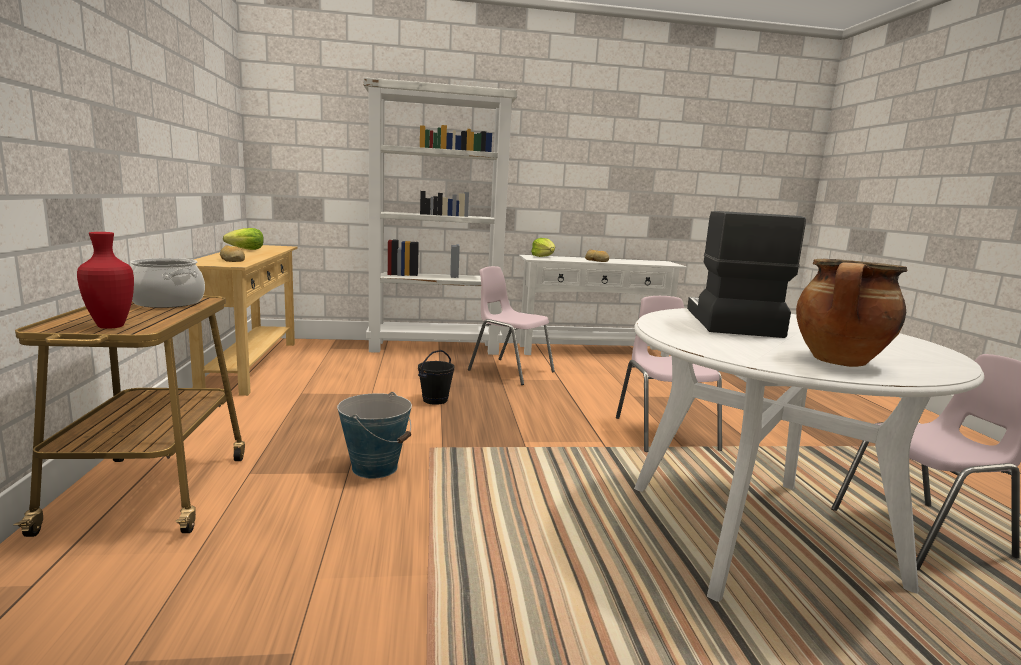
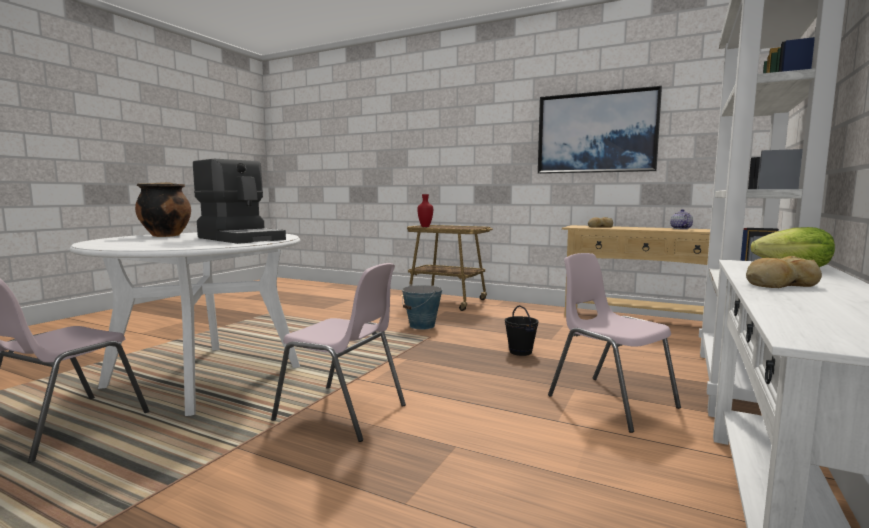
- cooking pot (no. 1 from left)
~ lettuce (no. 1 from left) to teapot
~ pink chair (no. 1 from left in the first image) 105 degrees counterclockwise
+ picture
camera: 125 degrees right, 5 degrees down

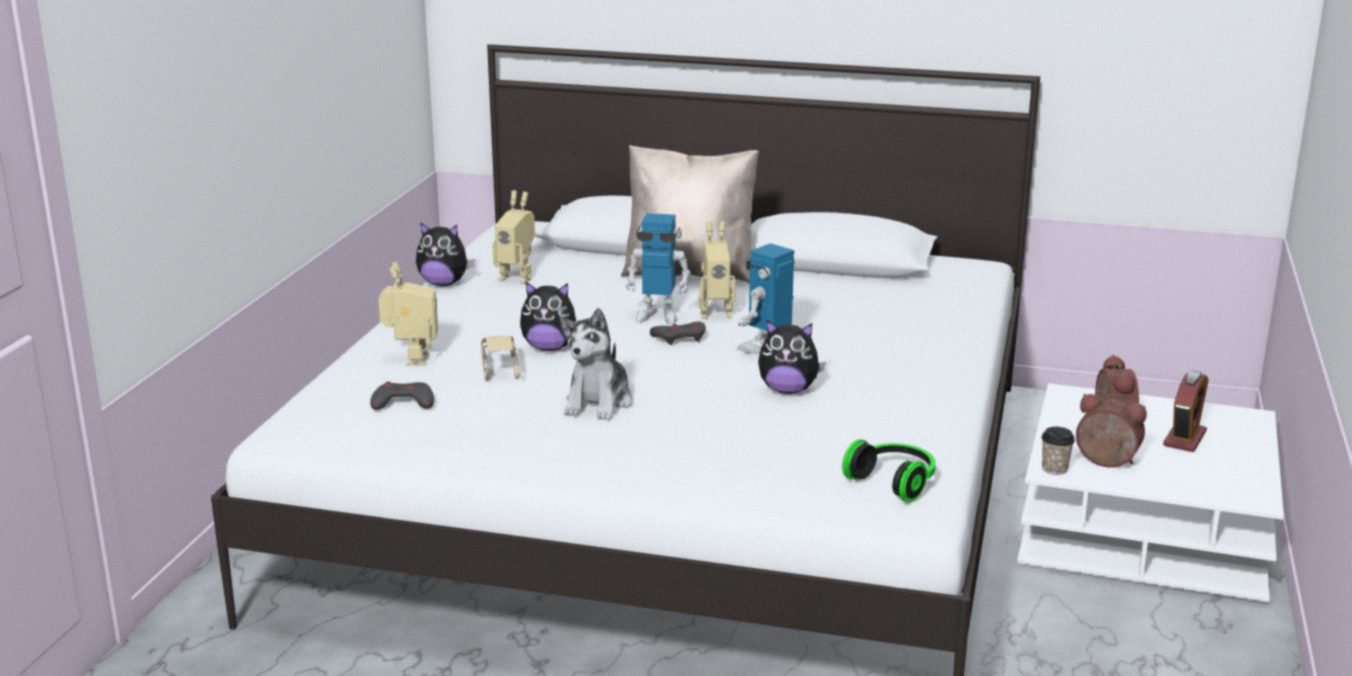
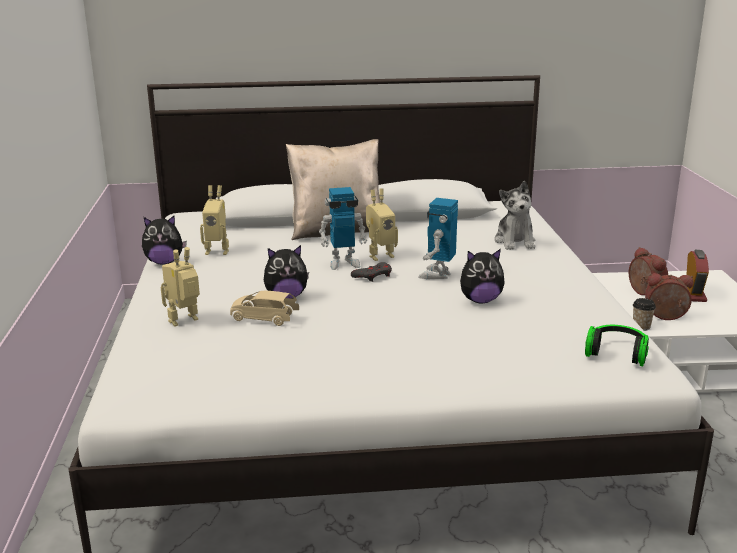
- grey game controller (no. 1 from left)
~ toy robot (no. 1 from left) 105 degrees counterclockwise
~ beige toy car 45 degrees counterclockwise
~ plush toy (no. 3 from left in the first image) to plush toy (no. 4 from left)
camera: 20 degrees left, 0 degrees up

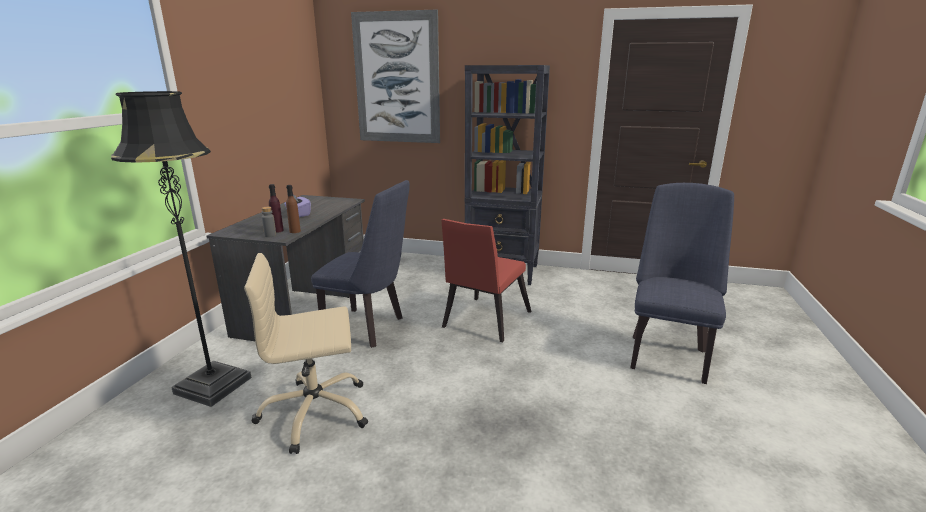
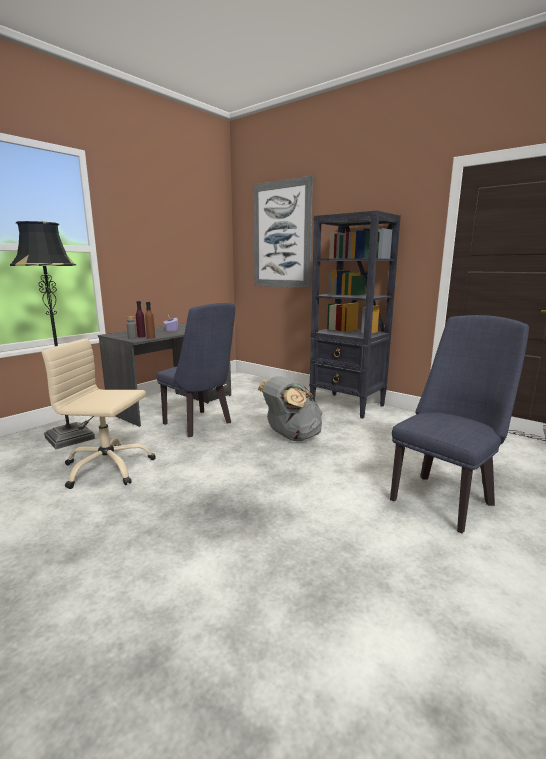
~ red chair to grey backpack
camera: 25 degrees right, 5 degrees down

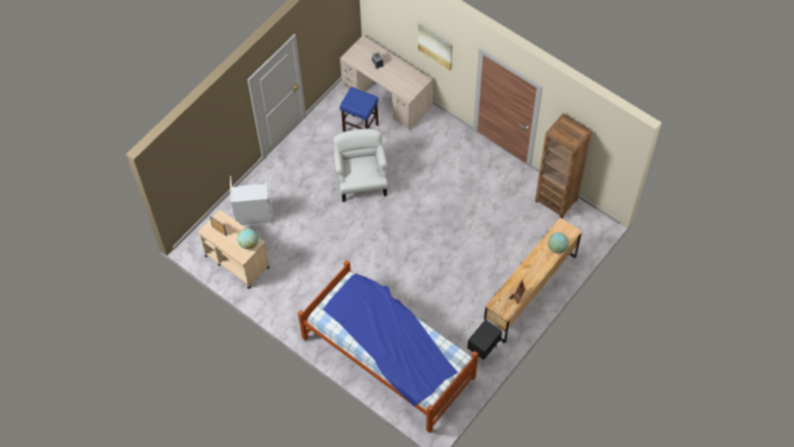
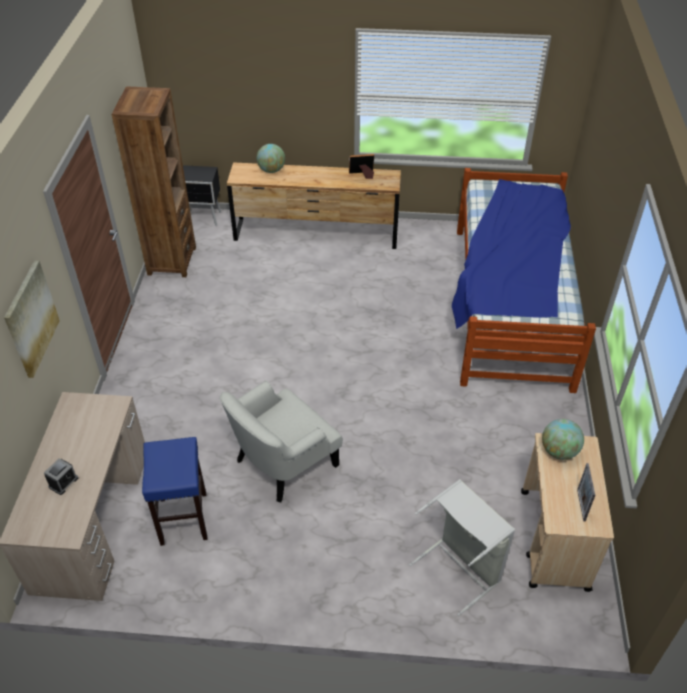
~ black nightstand
camera: 125 degrees left, 15 degrees down

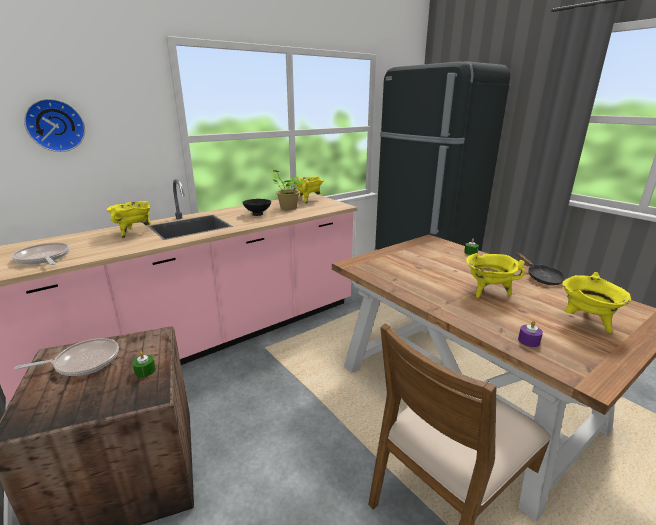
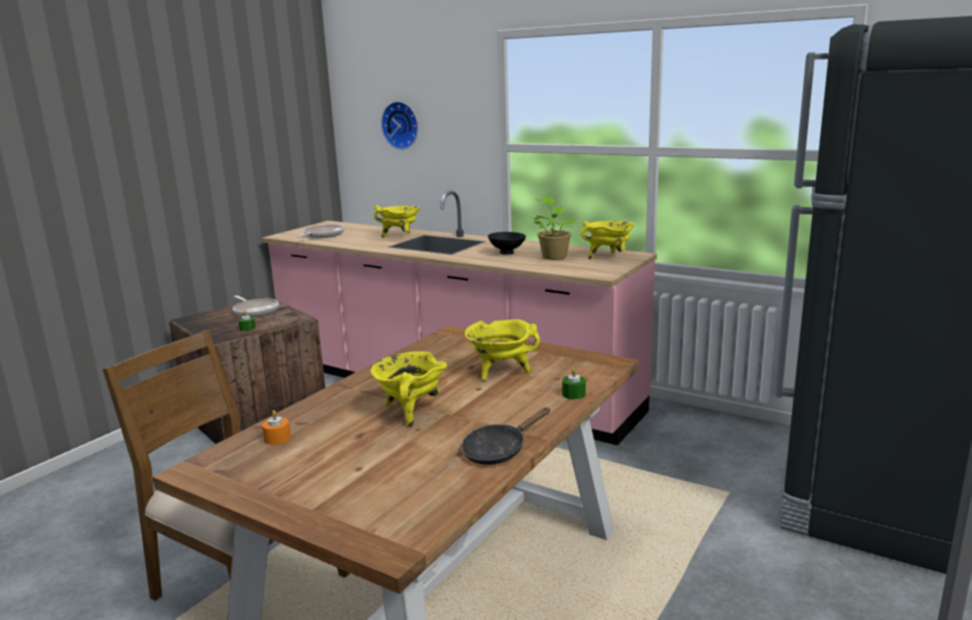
~ purple candle to orange candle
~ yellow cooking pot (no. 4 from left in the first image) to yellow cooking pot (no. 3 from left)
camera: 70 degrees right, 5 degrees down

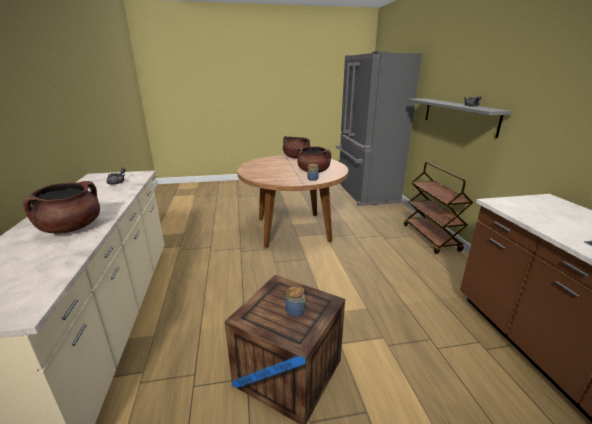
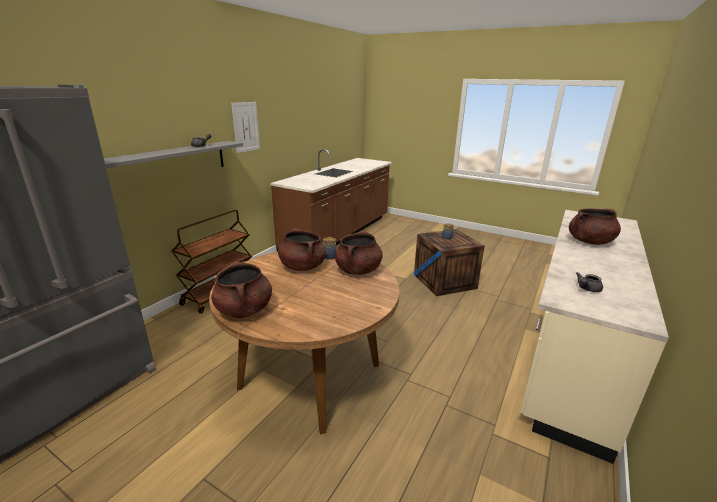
+ picture
+ brown cooking pot (no. 3 from left)
camera: 140 degrees left, 0 degrees up

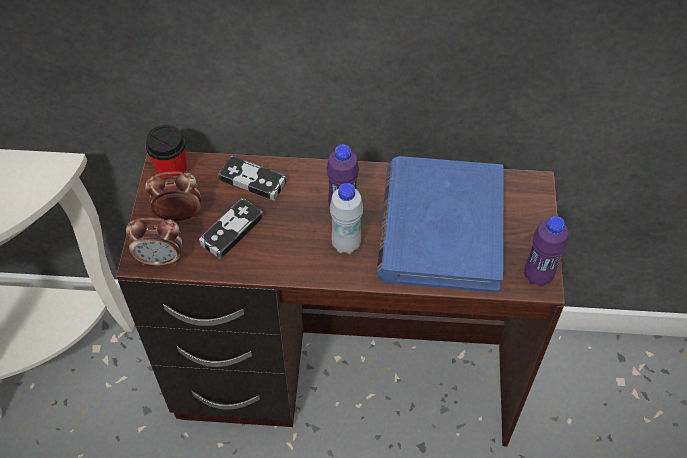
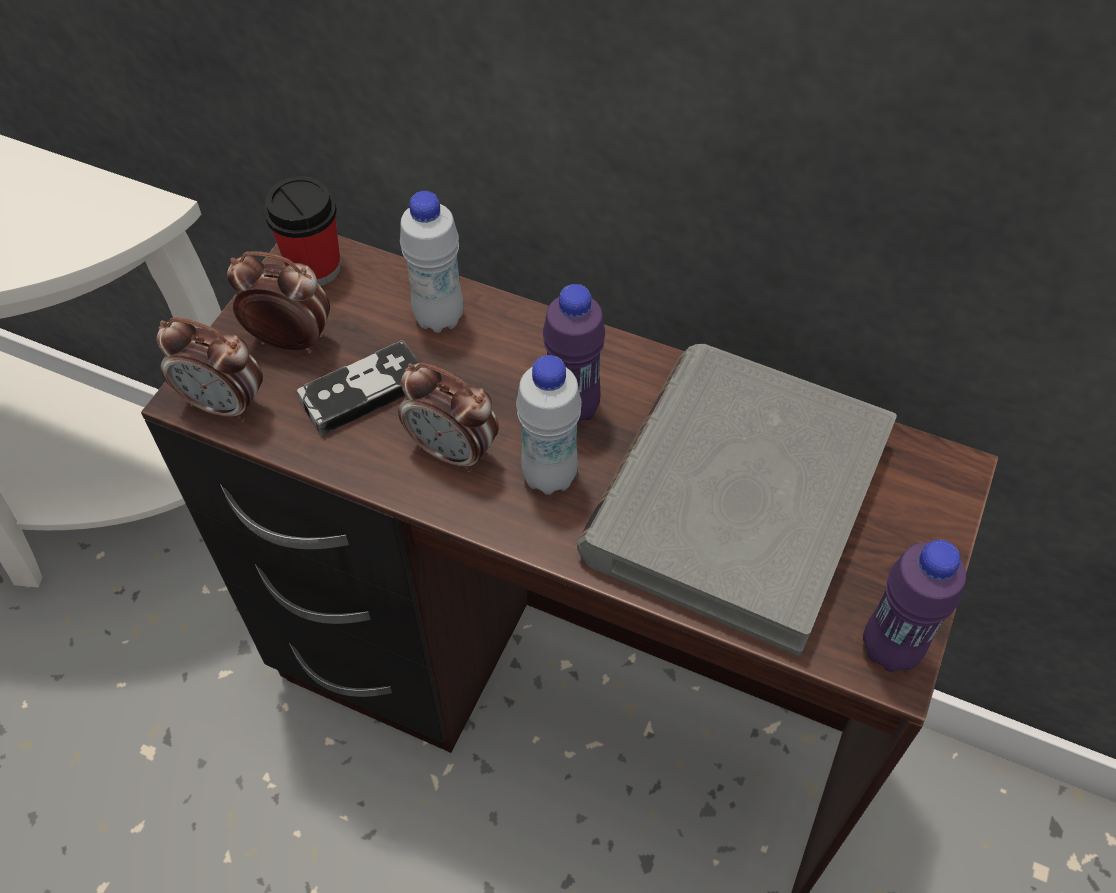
~ game controller (no. 2 from left) to white bottle (no. 1 from left)
~ blue book to grey book
+ alarm clock (no. 3 from left)
camera: 20 degrees right, 0 degrees up

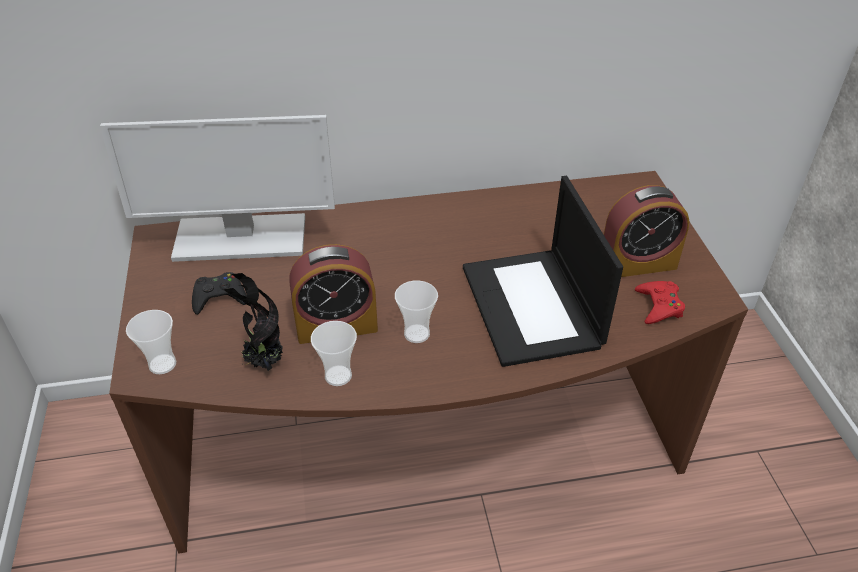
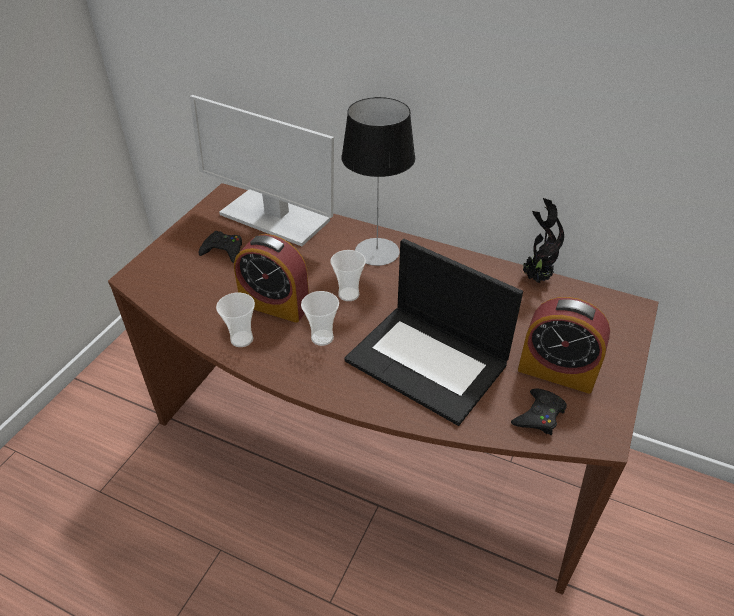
~ cup (no. 1 from left in the first image) to cup (no. 3 from left)
~ potted plant
~ laptop 75 degrees counterclockwise
~ red game controller to black game controller (no. 2 from left)
+ table lamp
camera: 35 degrees right, 0 degrees up

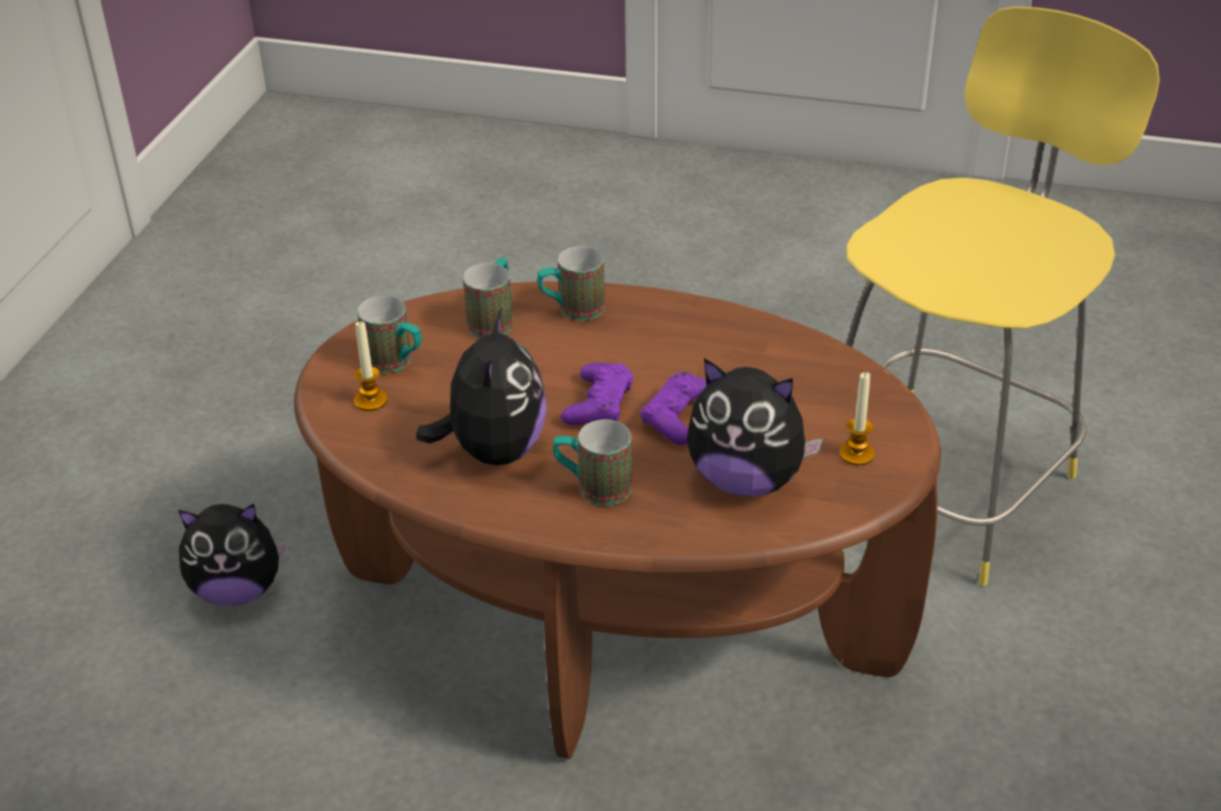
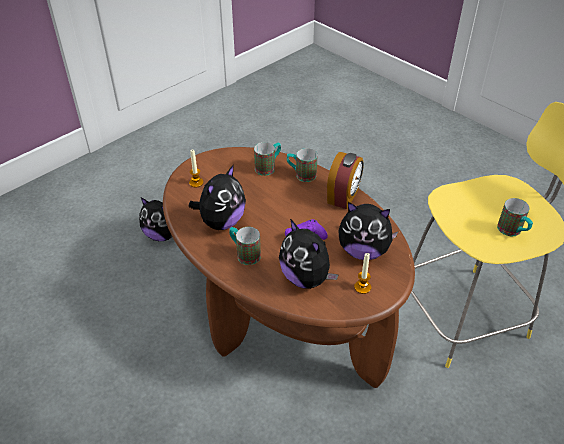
~ mug (no. 1 from left in the first image) to mug (no. 4 from left)
- purple game controller (no. 1 from left)
+ alarm clock
+ plush toy (no. 4 from left)
camera: 30 degrees right, 5 degrees up

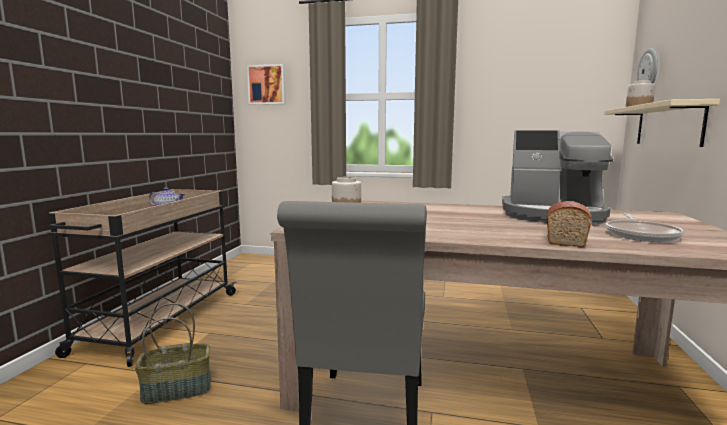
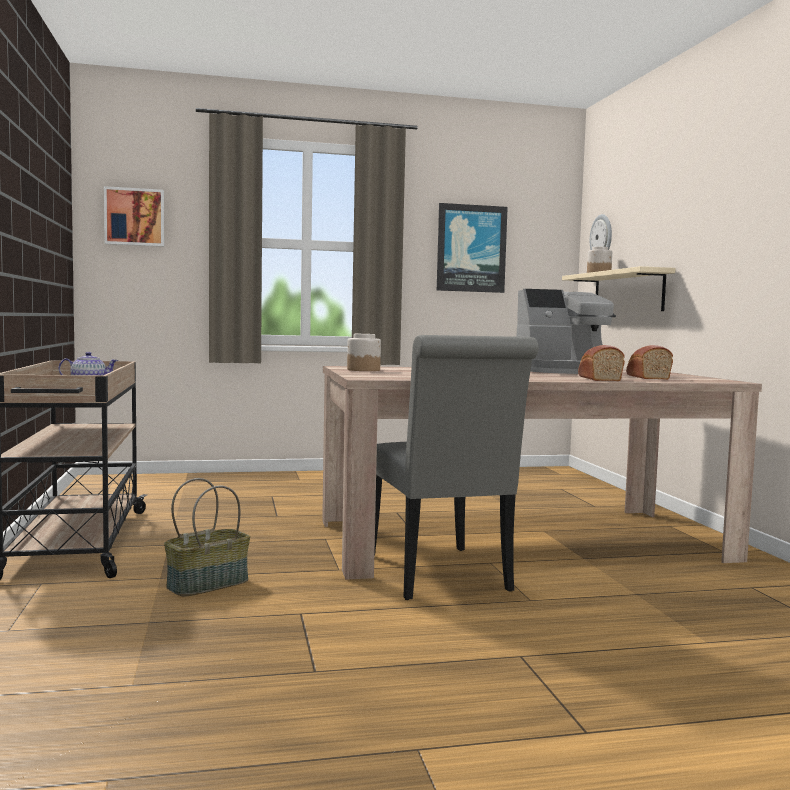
~ frying pan to bread (no. 2 from left)
+ picture (no. 2 from left)
camera: 25 degrees left, 5 degrees down

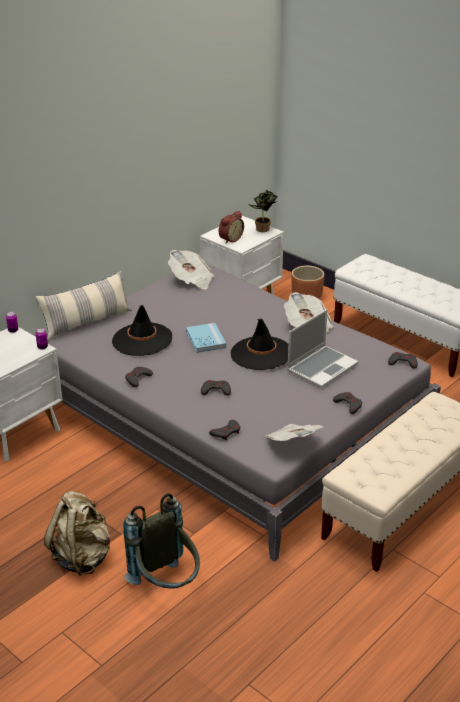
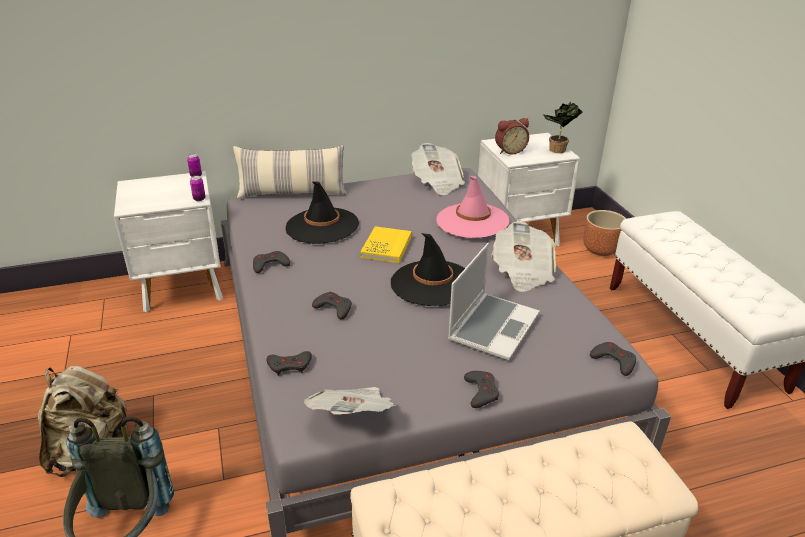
~ blue book to yellow book
~ laptop 45 degrees counterclockwise
+ pink hat
camera: 30 degrees right, 0 degrees up

